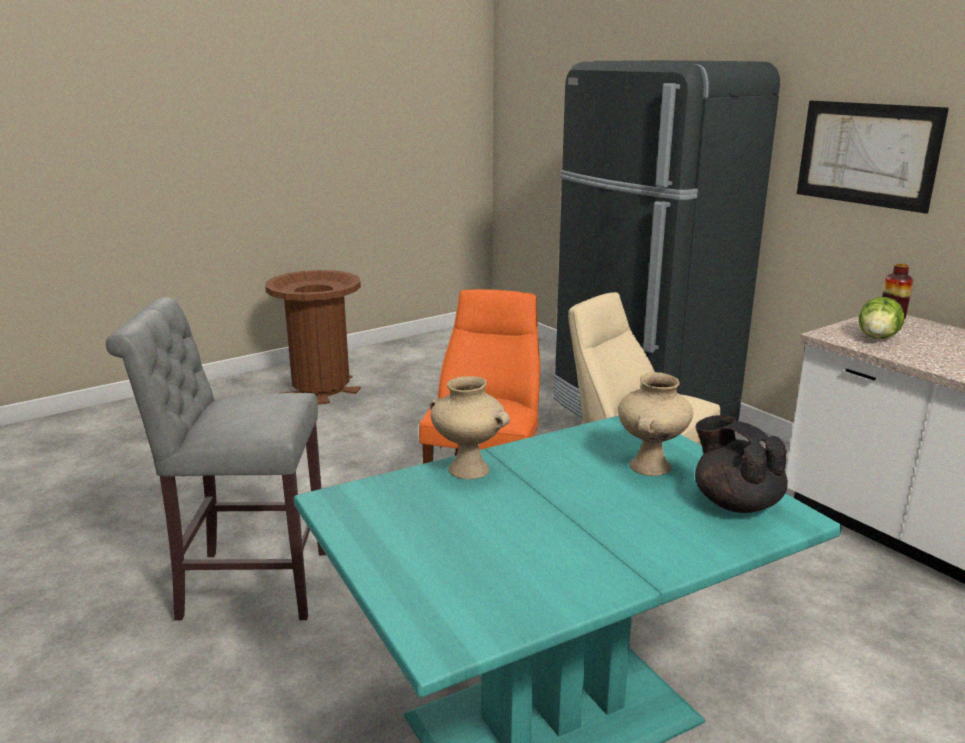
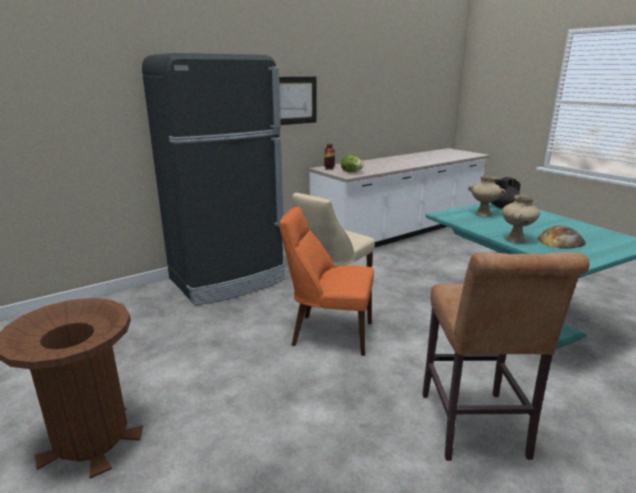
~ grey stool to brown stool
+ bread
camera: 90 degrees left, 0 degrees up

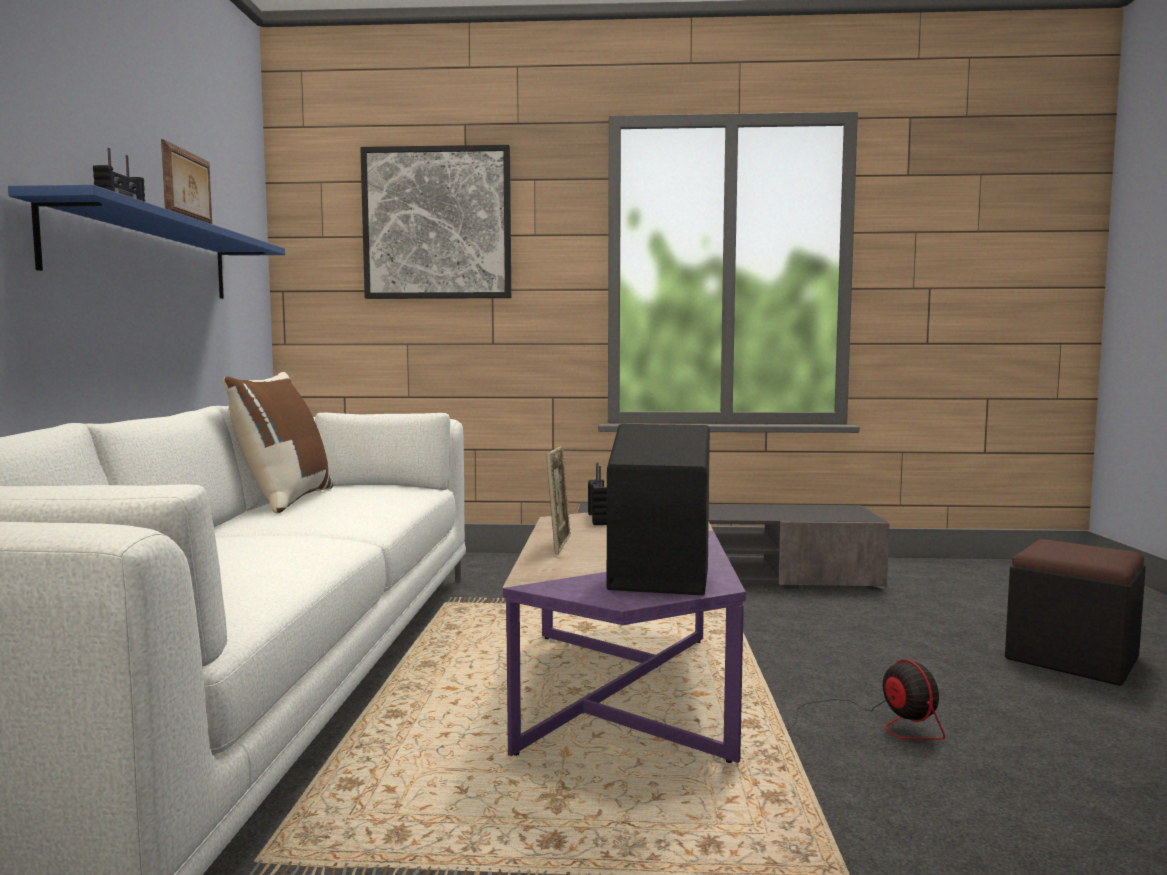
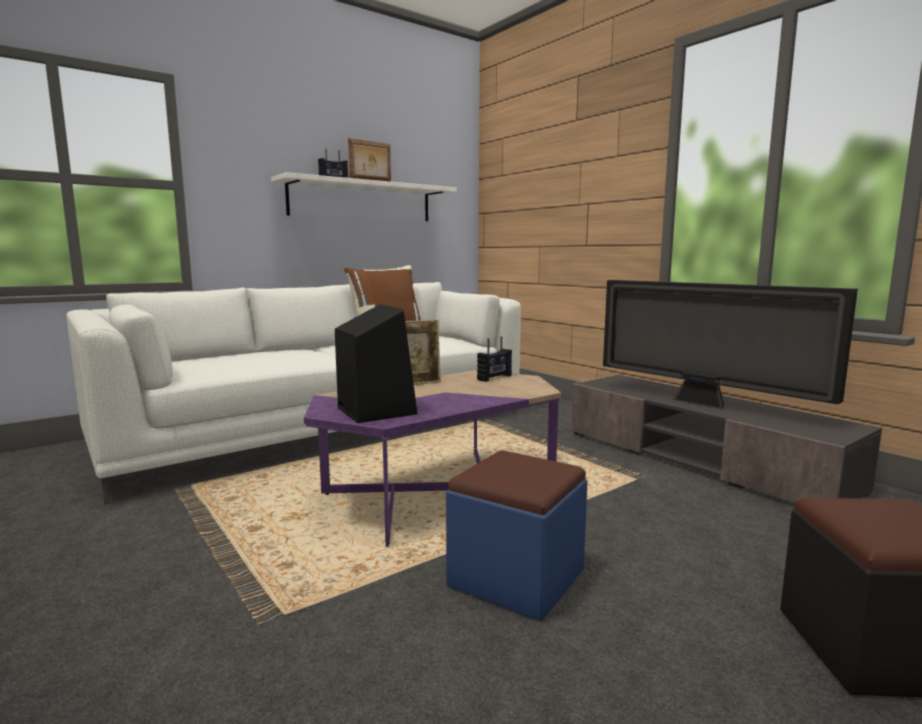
~ blue shelf to white shelf
- picture
~ fan to blue ottoman
+ television
camera: 50 degrees right, 5 degrees up

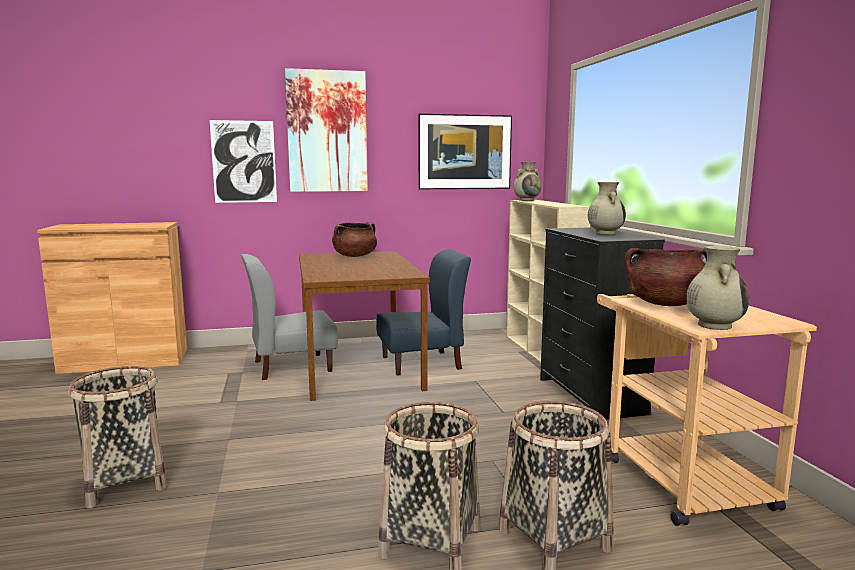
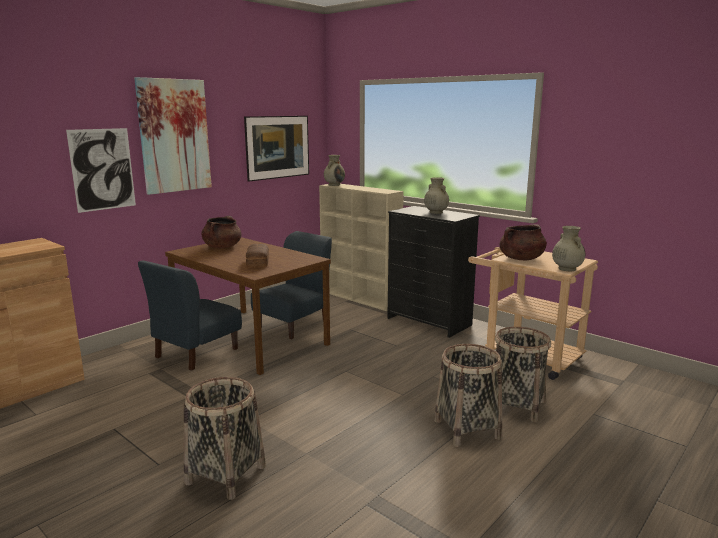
~ grey chair to blue chair (no. 1 from left)
+ bread
camera: 35 degrees left, 5 degrees up

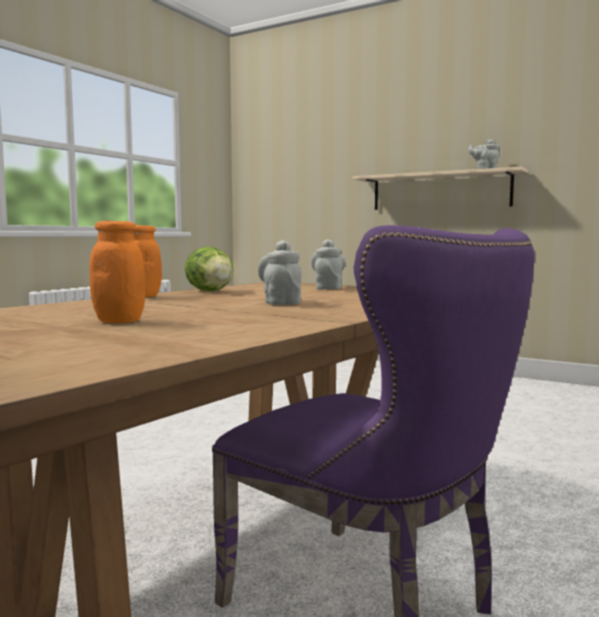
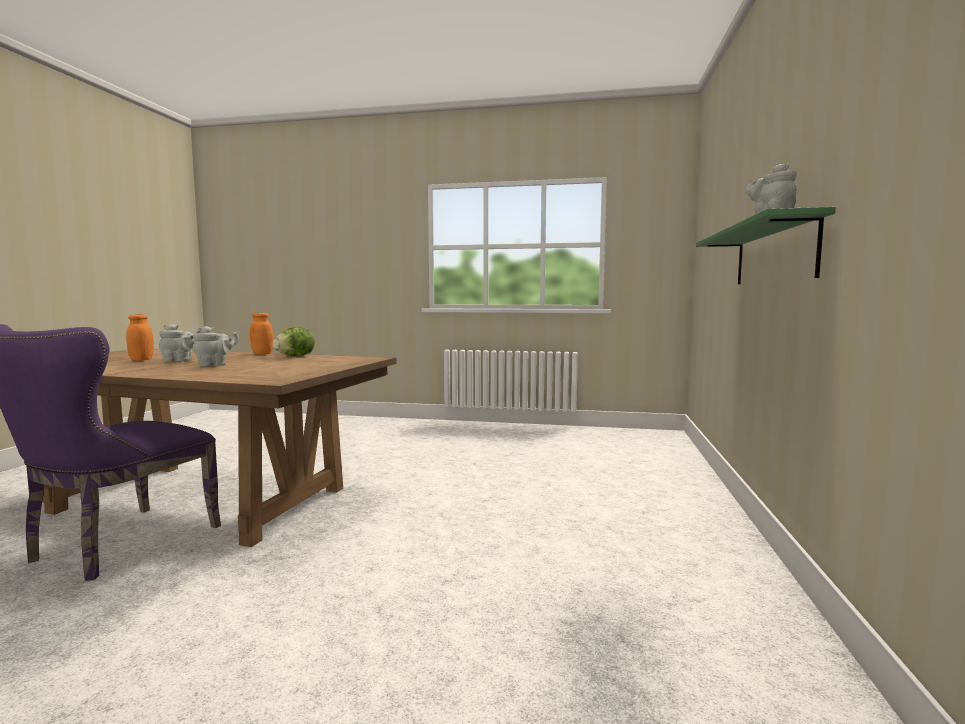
~ grey teapot (no. 2 from left in the first image) to grey teapot (no. 1 from left)
~ beige shelf to green shelf
camera: 70 degrees right, 0 degrees up

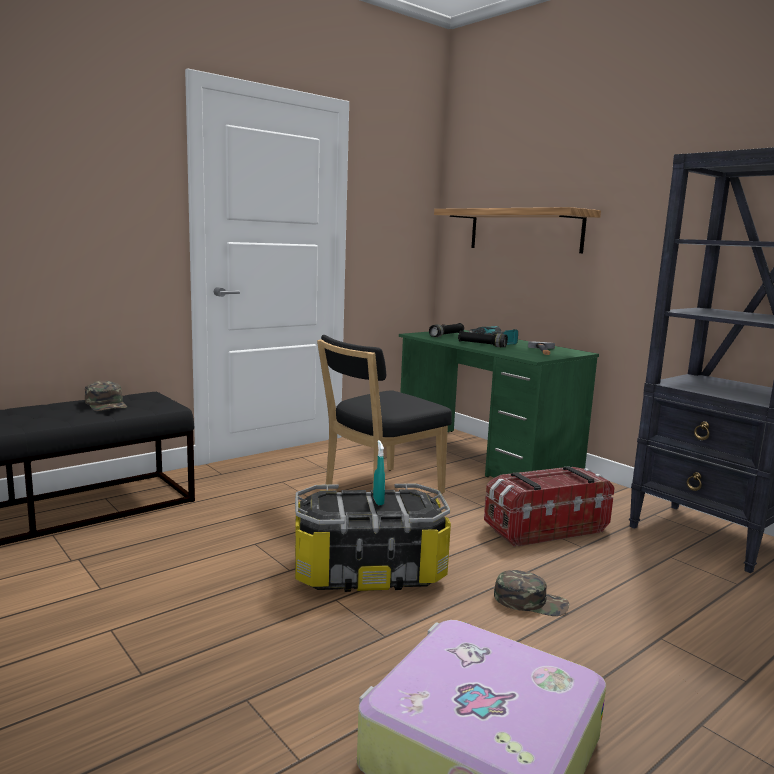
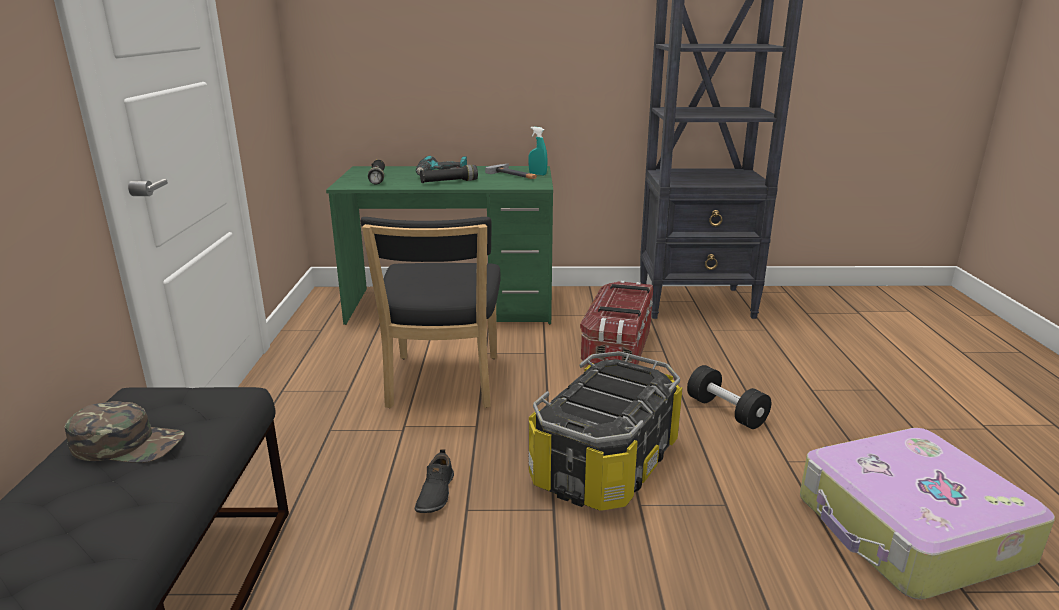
~ turquoise spray bottle
- shelf
~ green cap (no. 2 from left) to black dumbbell
+ black shoe
camera: 50 degrees left, 10 degrees up

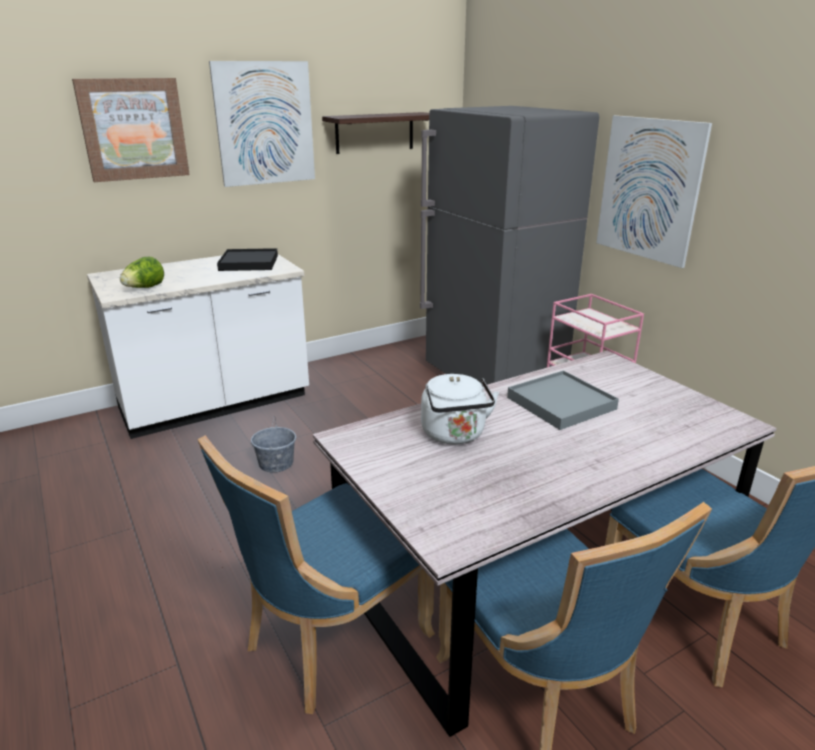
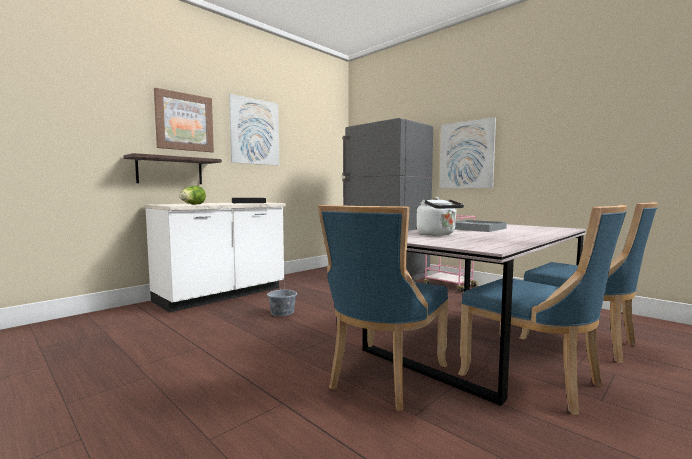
~ shelf
camera: 15 degrees left, 20 degrees down

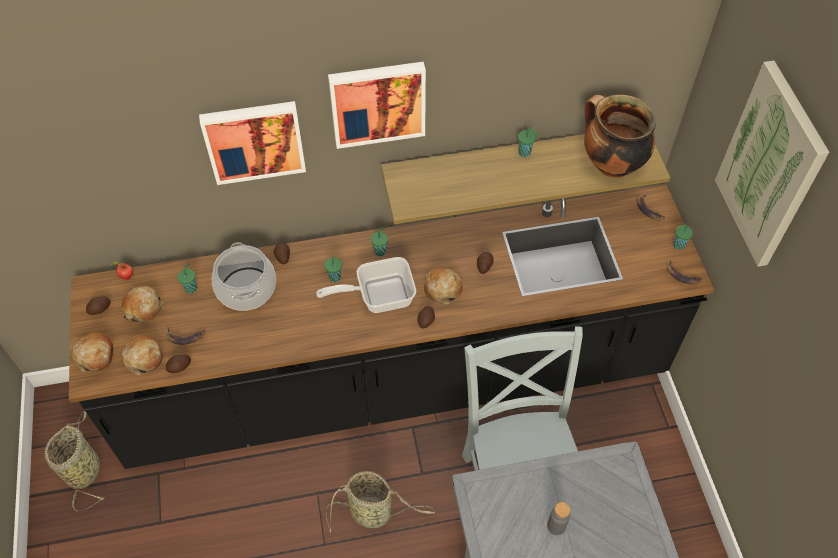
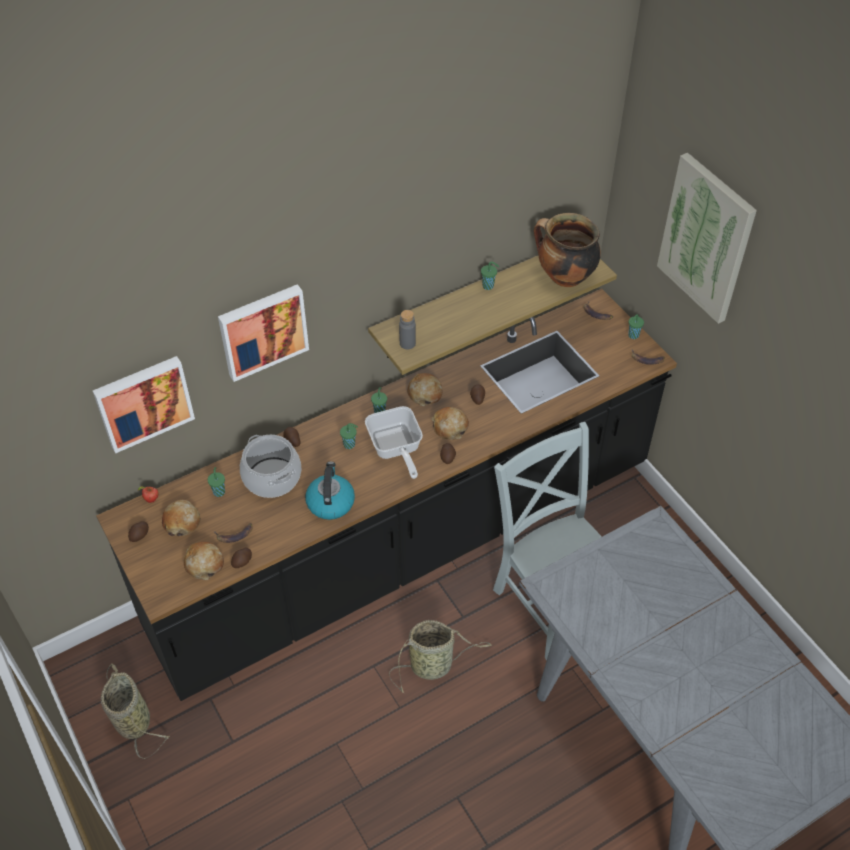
~ bread (no. 1 from left in the first image) to bread (no. 3 from left)
~ frying pan 75 degrees counterclockwise
~ picture (no. 2 from left in the first image) to picture (no. 1 from left)
~ grey bottle
+ kettle
camera: 20 degrees left, 5 degrees down

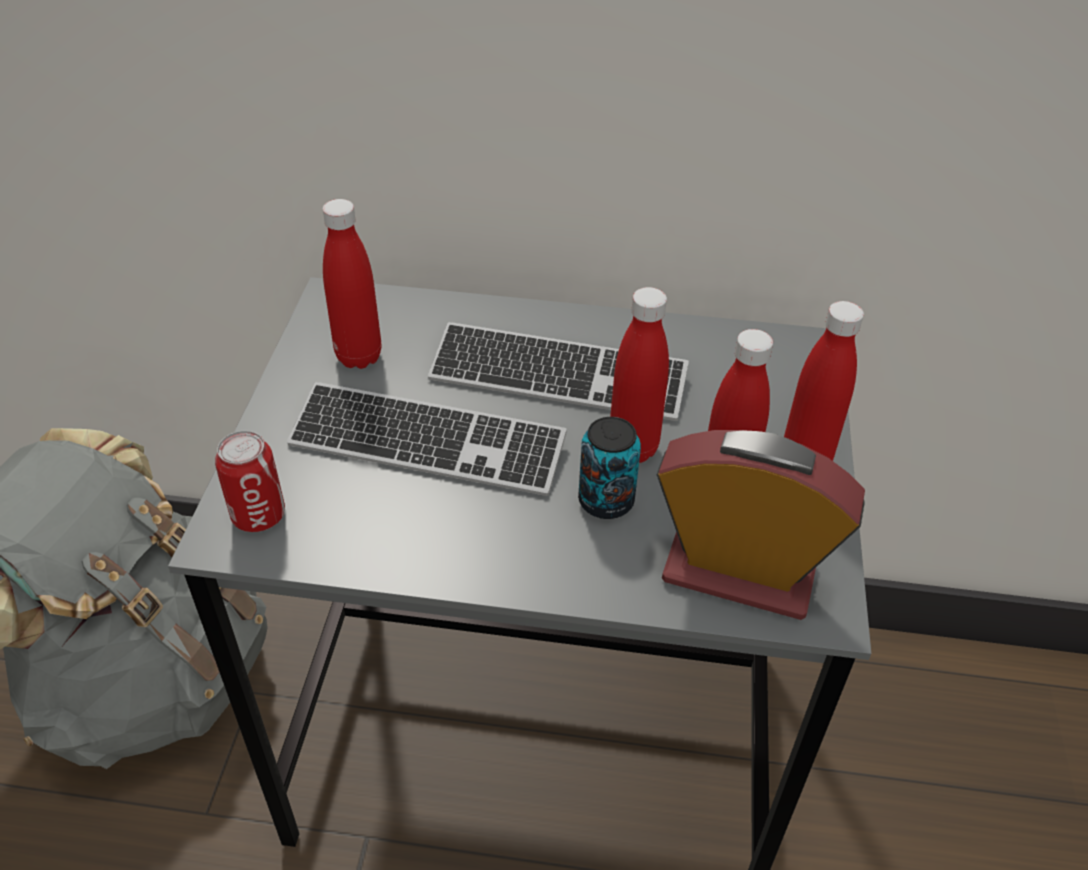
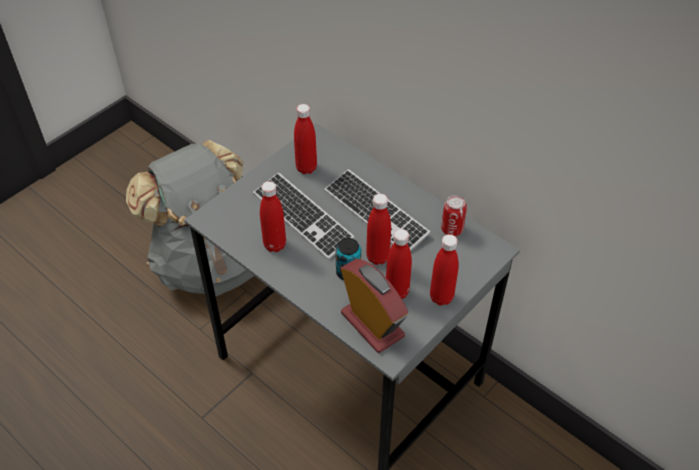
~ can (no. 1 from left in the first image) to can (no. 2 from left)
+ red bottle (no. 1 from left)
camera: 35 degrees right, 5 degrees up

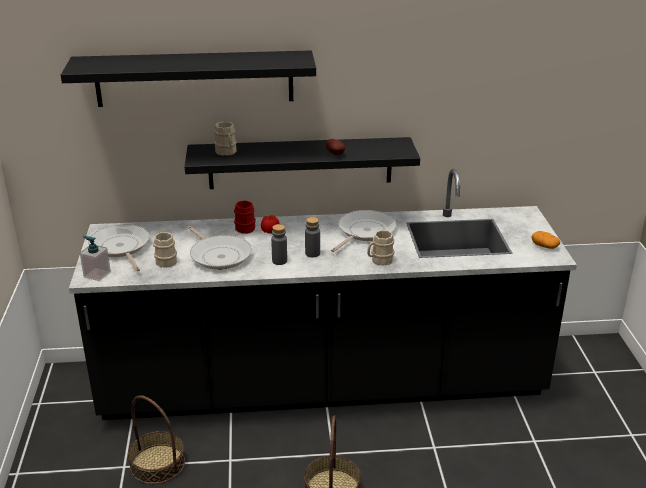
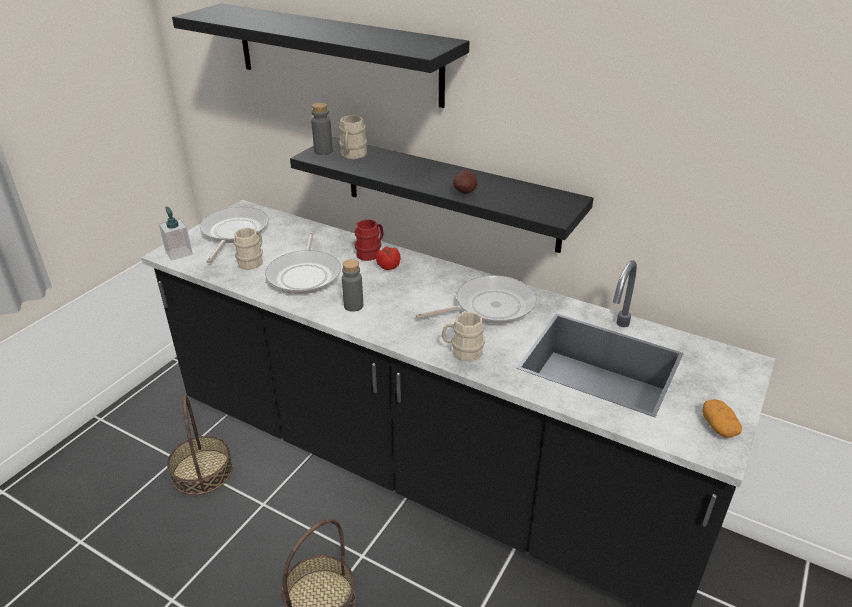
~ grey bottle (no. 2 from left in the first image) to grey bottle (no. 1 from left)
camera: 35 degrees right, 5 degrees up

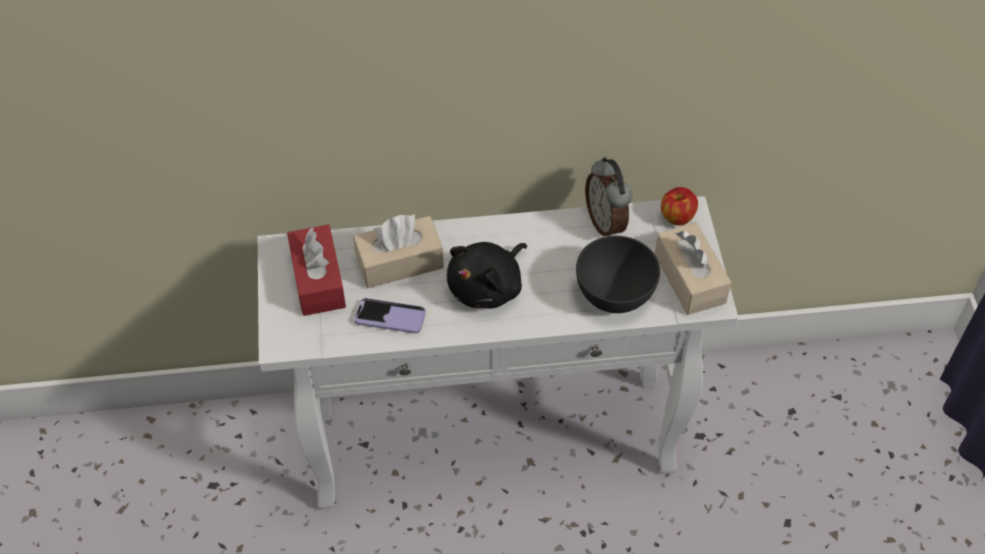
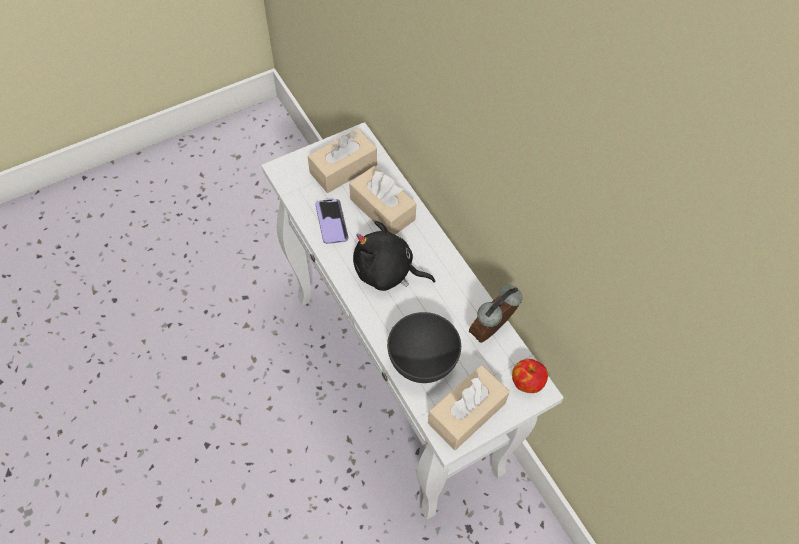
~ red tissue box to beige tissue box (no. 1 from left)
camera: 65 degrees right, 5 degrees up

